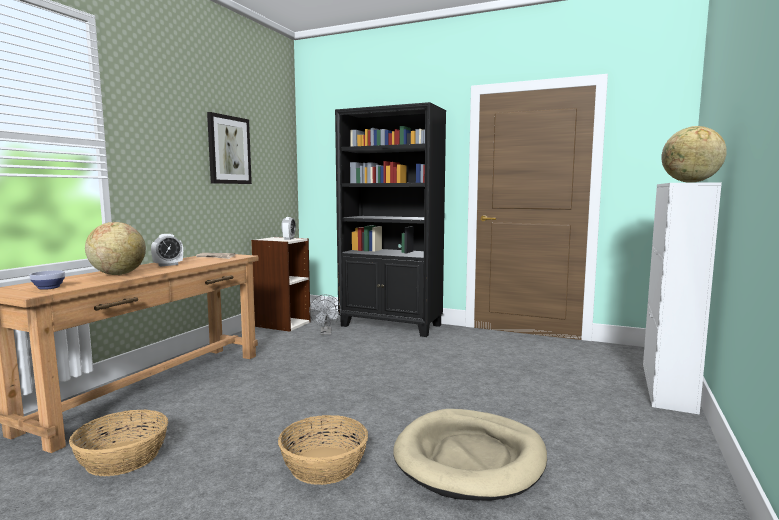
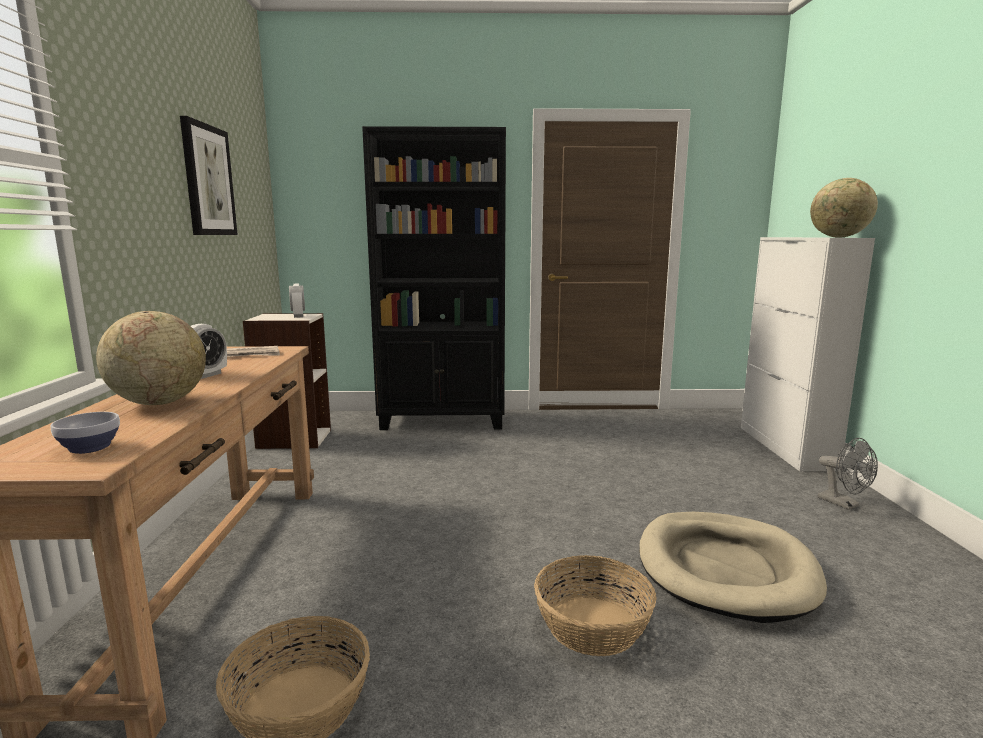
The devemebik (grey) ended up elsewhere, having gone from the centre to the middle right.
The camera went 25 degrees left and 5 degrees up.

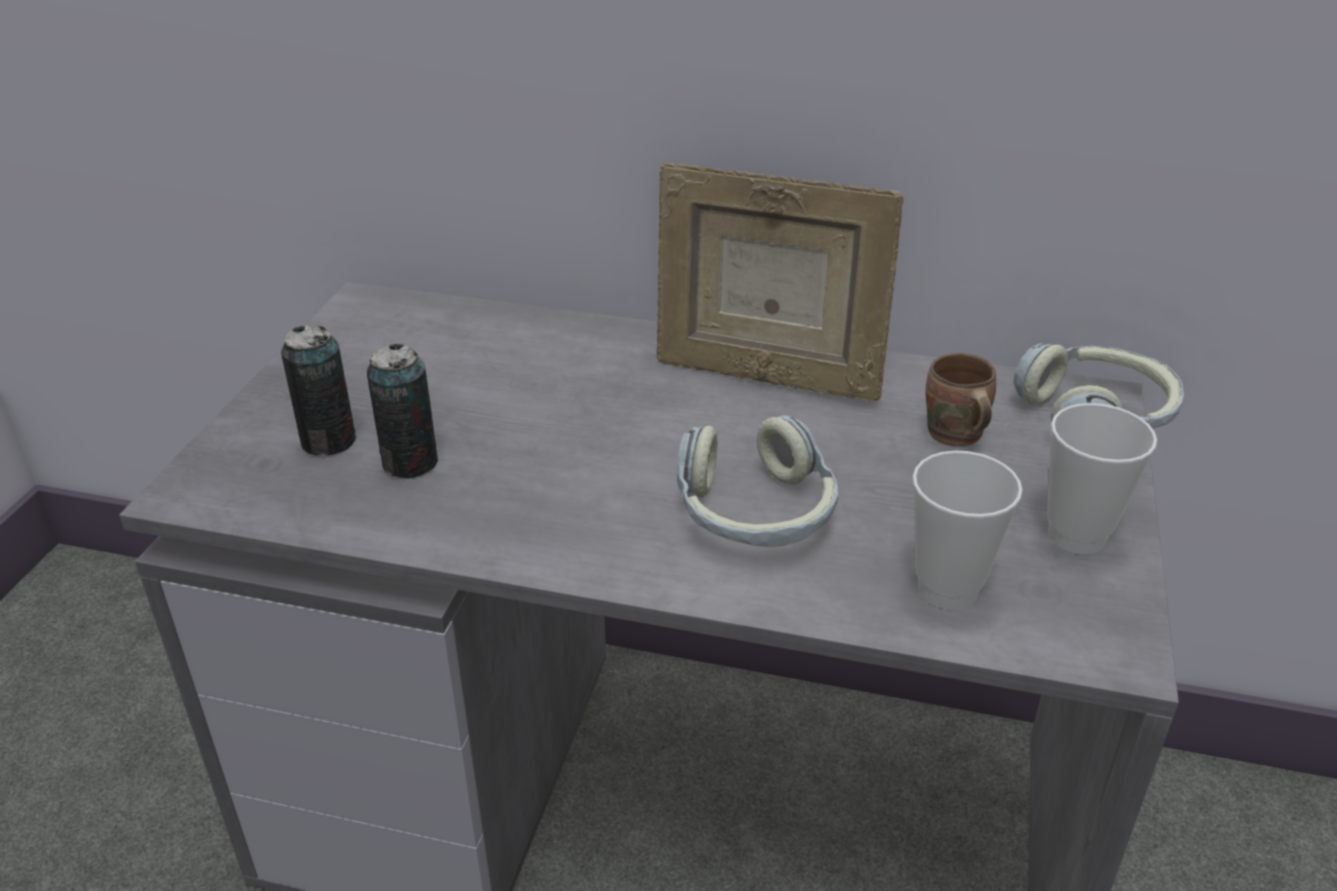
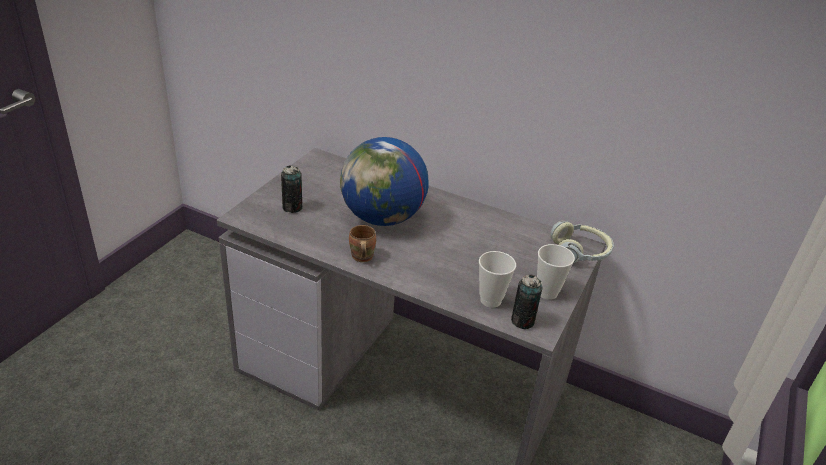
The second view lost the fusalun at the top centre.
The second view lost the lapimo (1st from left) at the centre.
The second view gained the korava at the centre.
The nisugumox (2nd from left) ended up elsewhere, having gone from the middle left to the centre.
The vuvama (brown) ended up elsewhere, having gone from the middle right to the centre.
The camera went 10 degrees right and 0 degrees up.

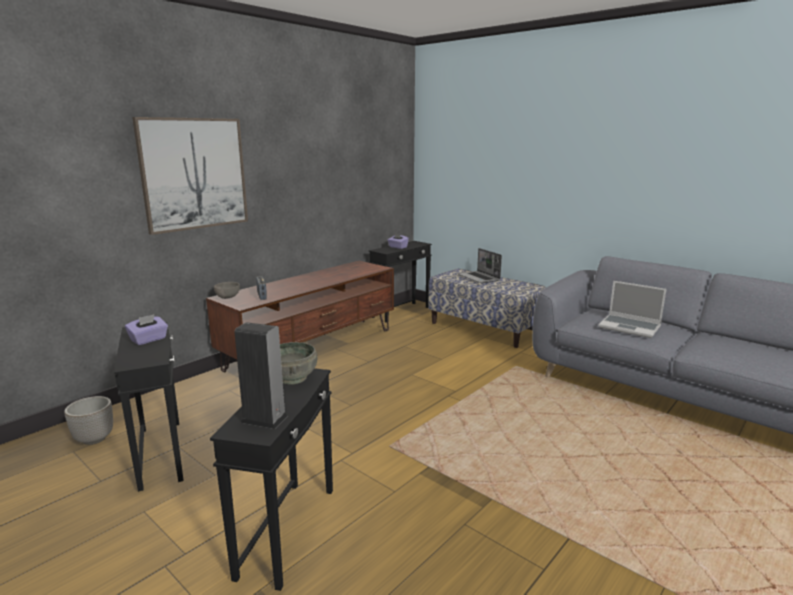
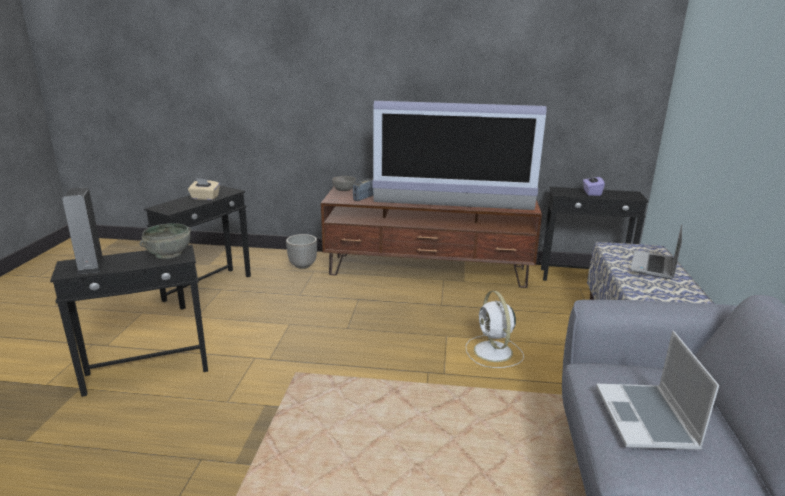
The second view lost the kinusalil at the top left.
The second view gained the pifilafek at the top centre.
The second view gained the devemebik (white) at the centre.
The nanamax ended up elsewhere, having gone from the bottom left to the centre.
What was the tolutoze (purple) (1st from left) at the middle left turned into the tolutoze (beige) at the middle left.
The camera went 55 degrees right and 5 degrees up.

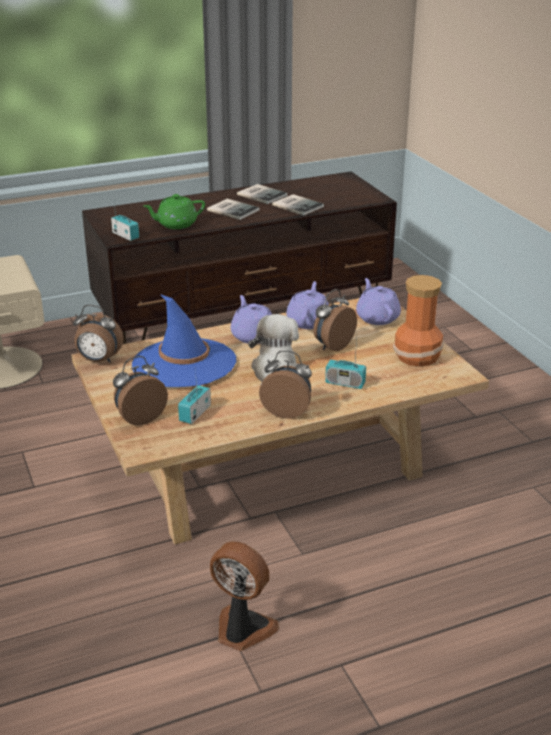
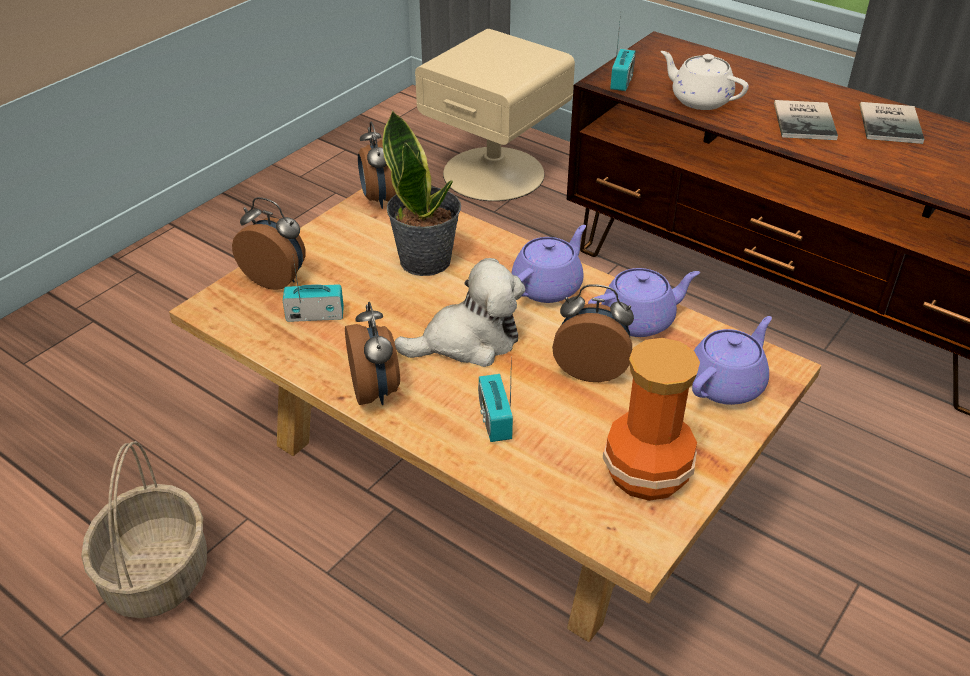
The second view lost the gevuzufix (3rd from left) at the top centre.
Where the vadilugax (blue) stood at the centre, the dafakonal came to stand at the top centre.
Where the devemebik stood at the bottom centre, the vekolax came to stand at the bottom left.
What was the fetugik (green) at the top left turned into the fetugik (white) at the top right.
The camera went 60 degrees right and 10 degrees up.

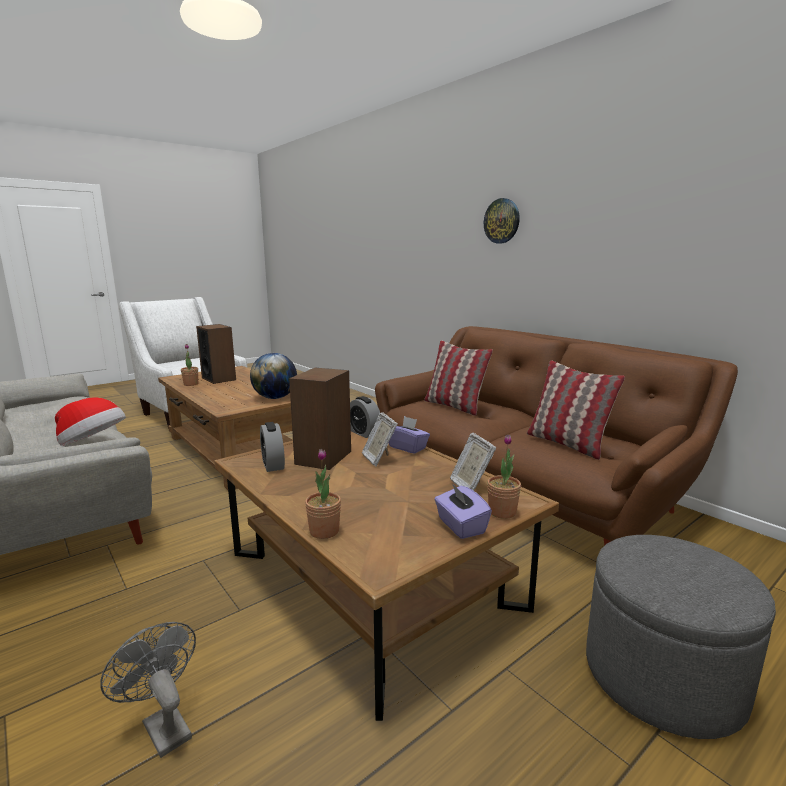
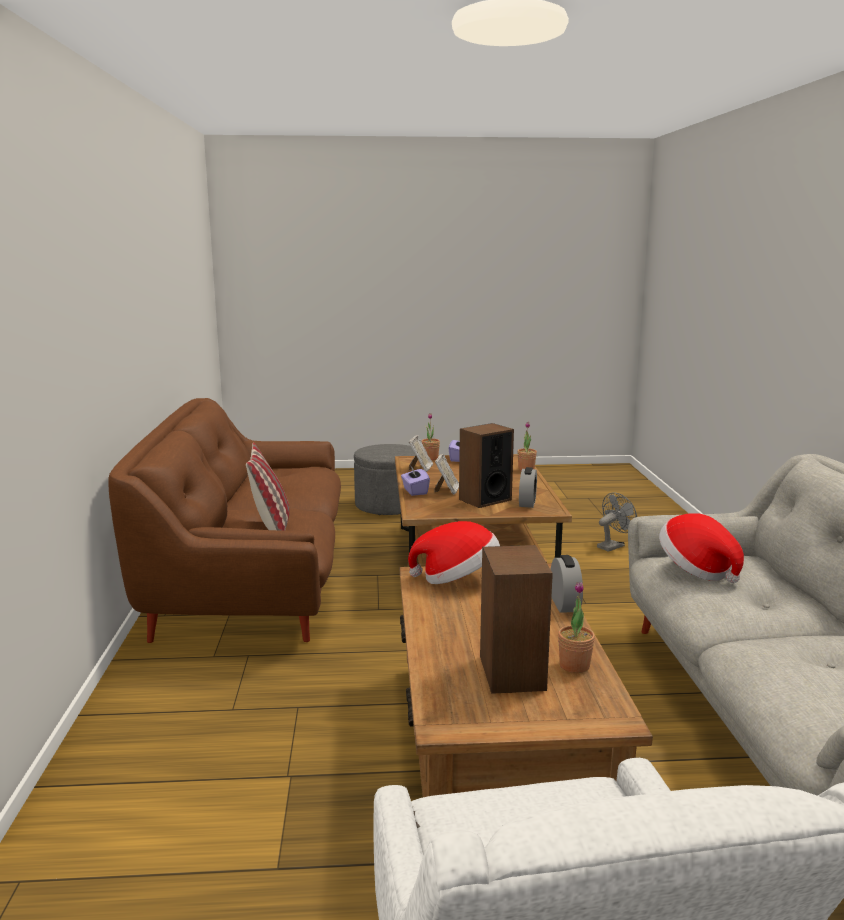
The second view lost the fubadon at the top centre.
The second view lost the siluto (2nd from left) at the middle right.
The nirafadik (2nd from left) ended up elsewhere, having gone from the centre to the middle right.
Where the korava stood at the centre, the vadilugax (1st from left) came to stand at the centre.
The devemebik (grey) at the bottom left ended up facing another way, 120 degrees counterclockwise from before.
The camera went 145 degrees left and 0 degrees up.

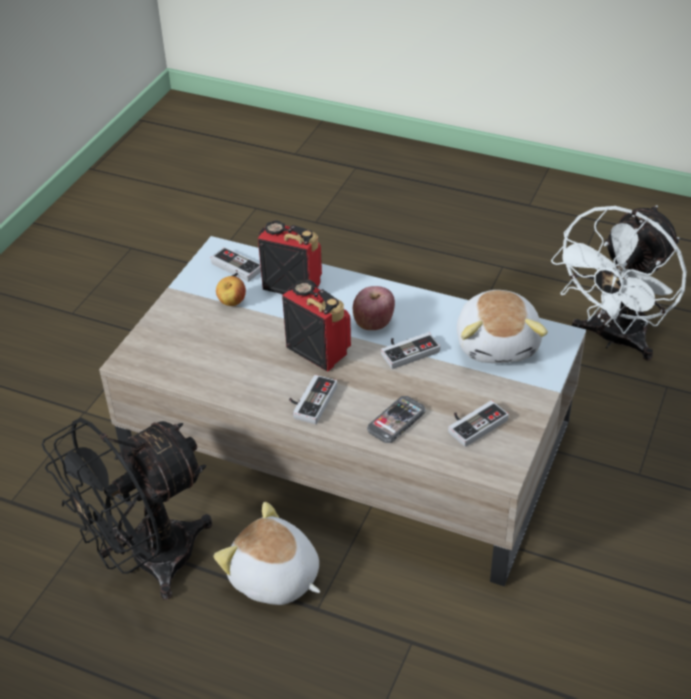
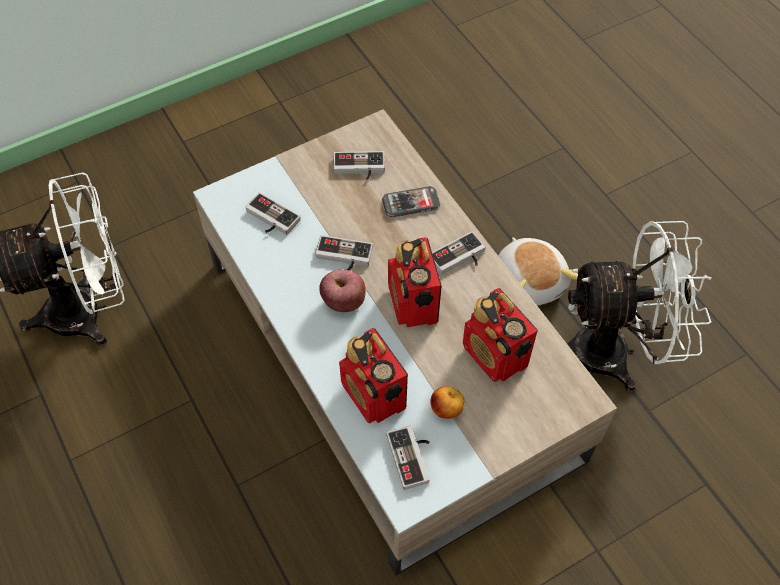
The second view gained the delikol (3rd from left) at the centre.
Where the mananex (2nd from left) stood at the middle right, the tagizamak (1st from left) came to stand at the centre.
What was the devemebik (black) at the bottom left turned into the devemebik (white) (2nd from left) at the middle right.
The camera went 145 degrees left and 15 degrees up.

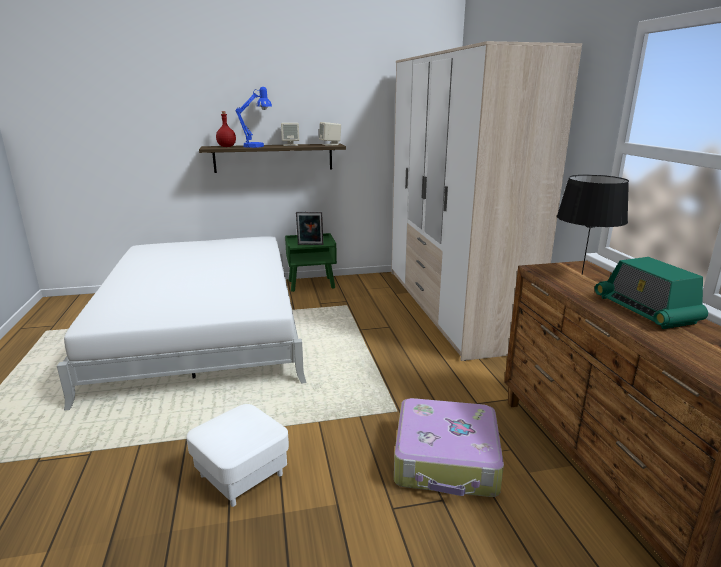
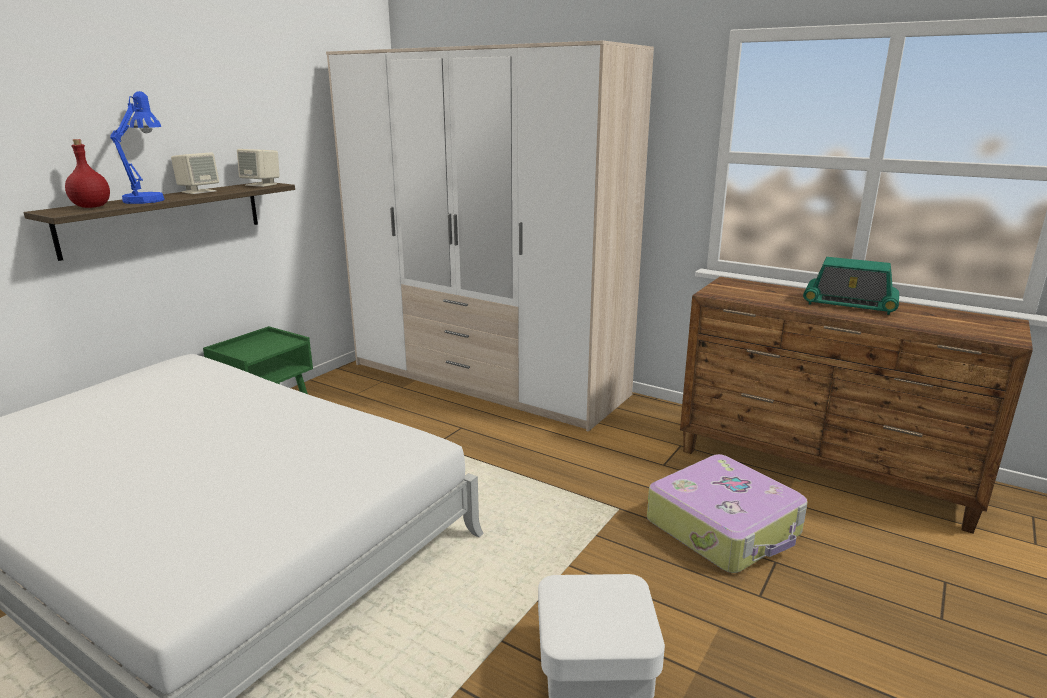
The second view lost the fusalun at the centre.
The second view lost the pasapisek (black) at the middle right.
The camera went 45 degrees left and 0 degrees up.

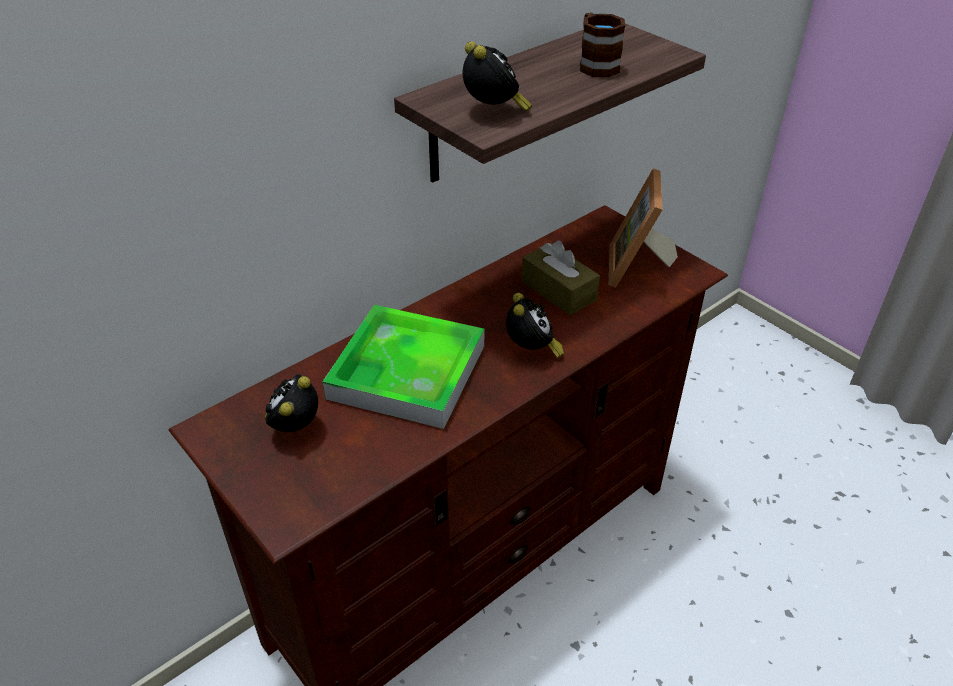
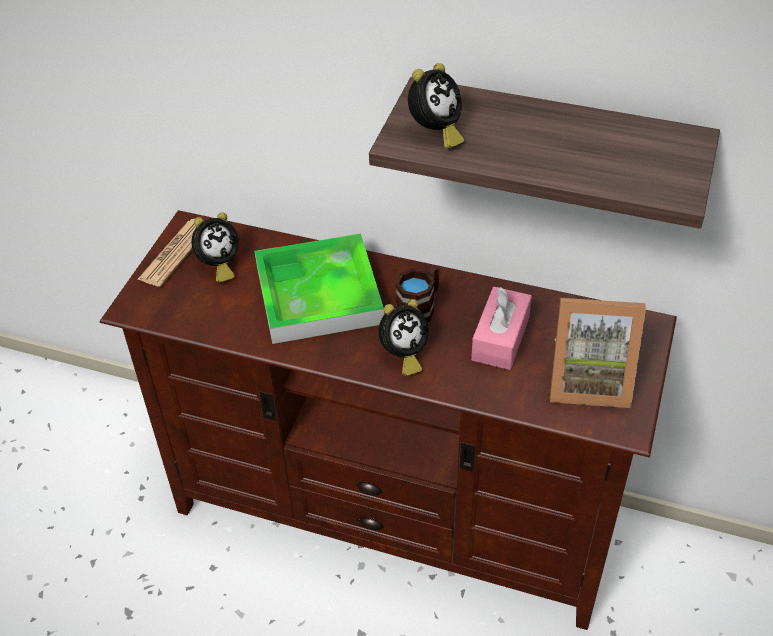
The second view gained the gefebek at the middle left.
The vuvama (brown) ended up elsewhere, having gone from the top centre to the centre.
What was the tolutoze (brown) at the centre turned into the tolutoze (pink) at the centre.
The nirafadik (1st from left) at the middle left ended up facing another way, 150 degrees clockwise from before.
The fusalun at the top right ended up facing another way, 150 degrees counterclockwise from before.
The camera went 60 degrees right and 5 degrees up.

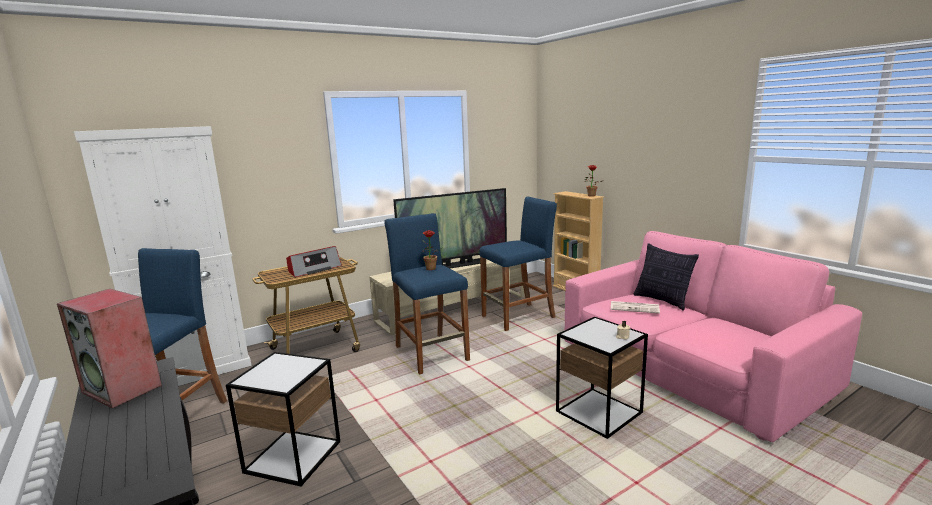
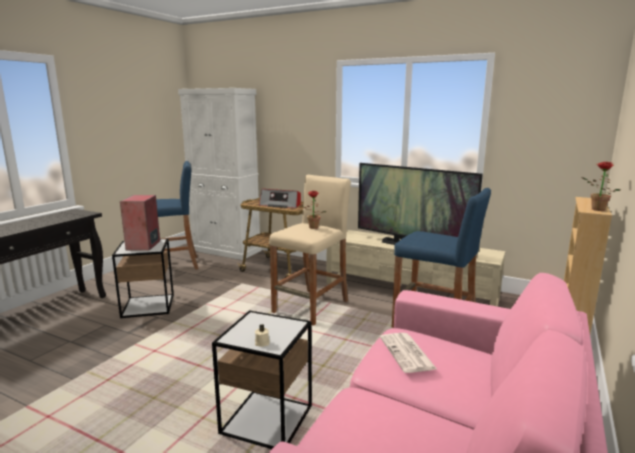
The second view lost the siluto at the middle right.
The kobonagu ended up elsewhere, having gone from the bottom left to the middle left.
What was the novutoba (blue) (2nd from left) at the centre turned into the novutoba (beige) at the centre.
The camera went 60 degrees right and 0 degrees up.

